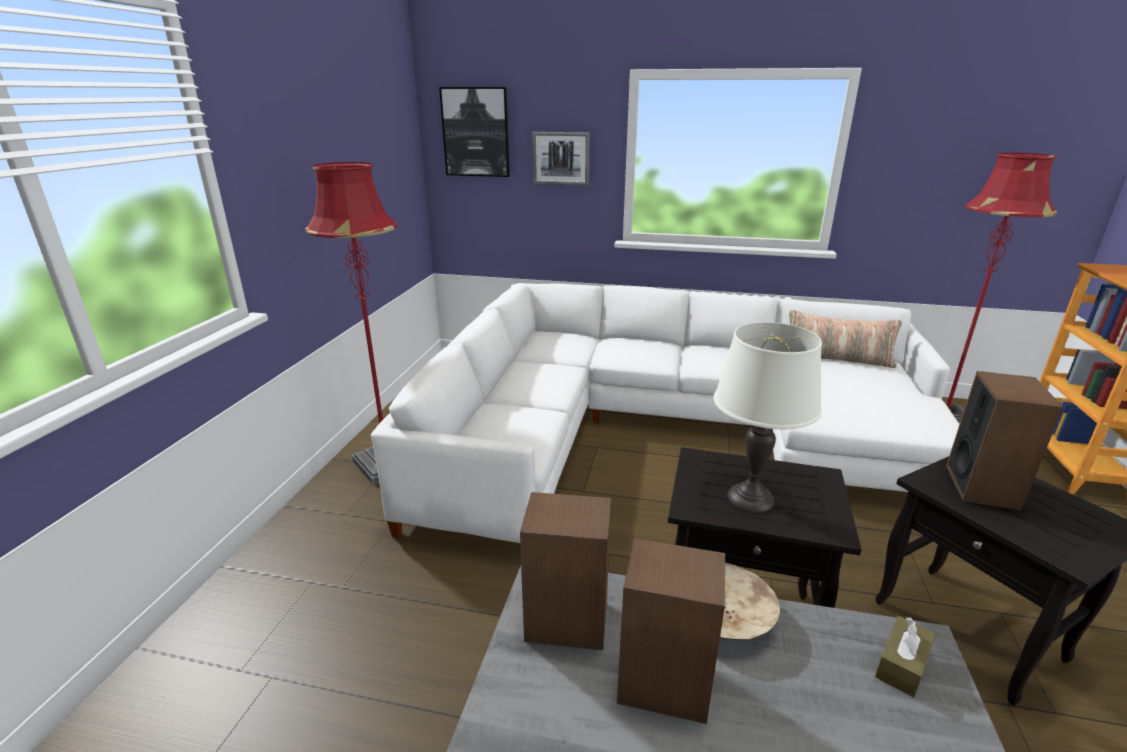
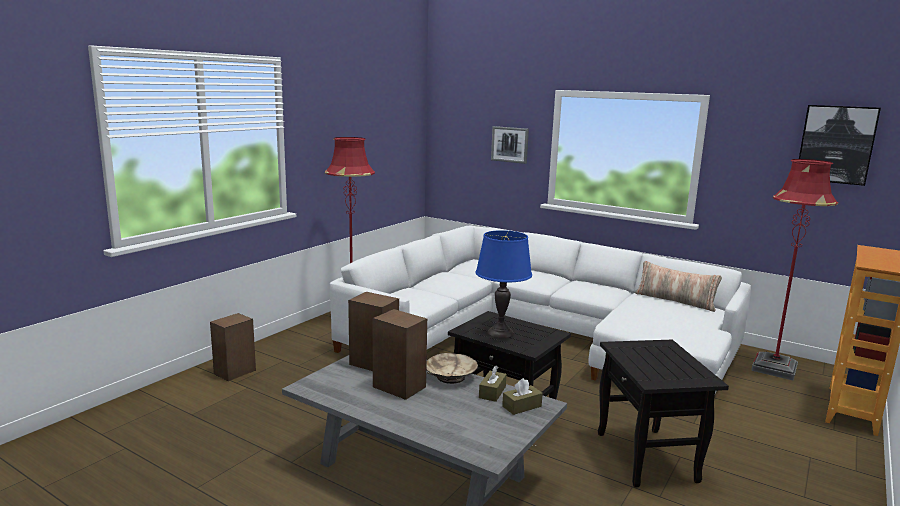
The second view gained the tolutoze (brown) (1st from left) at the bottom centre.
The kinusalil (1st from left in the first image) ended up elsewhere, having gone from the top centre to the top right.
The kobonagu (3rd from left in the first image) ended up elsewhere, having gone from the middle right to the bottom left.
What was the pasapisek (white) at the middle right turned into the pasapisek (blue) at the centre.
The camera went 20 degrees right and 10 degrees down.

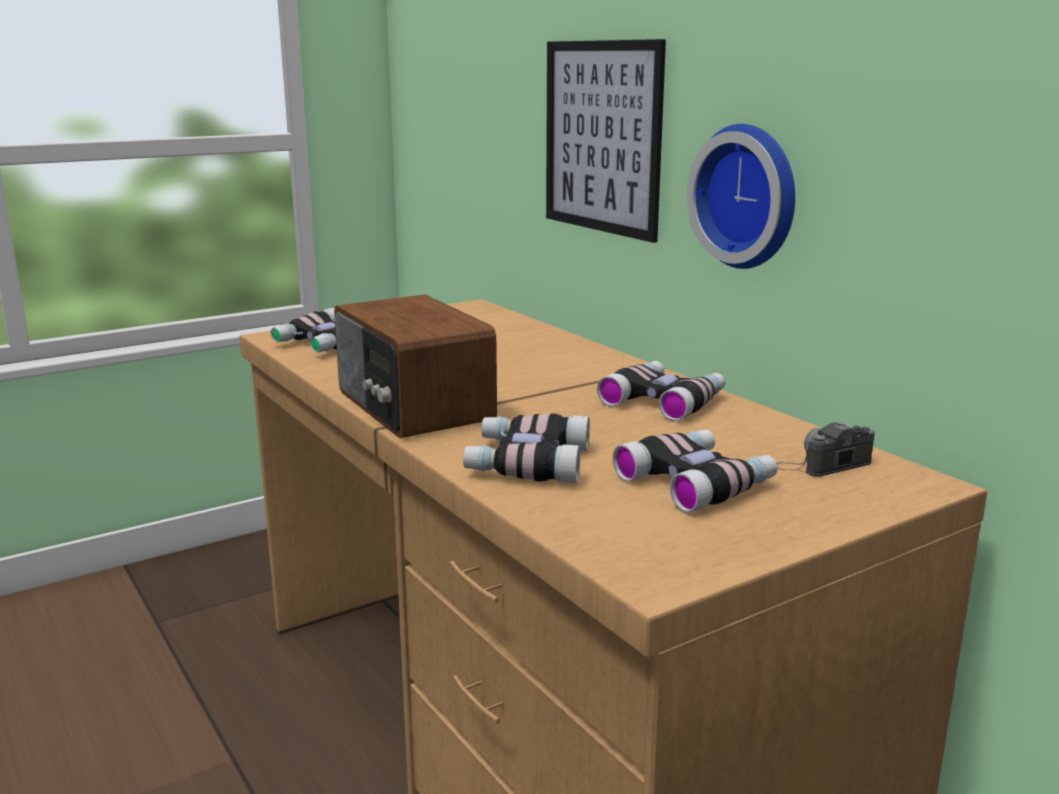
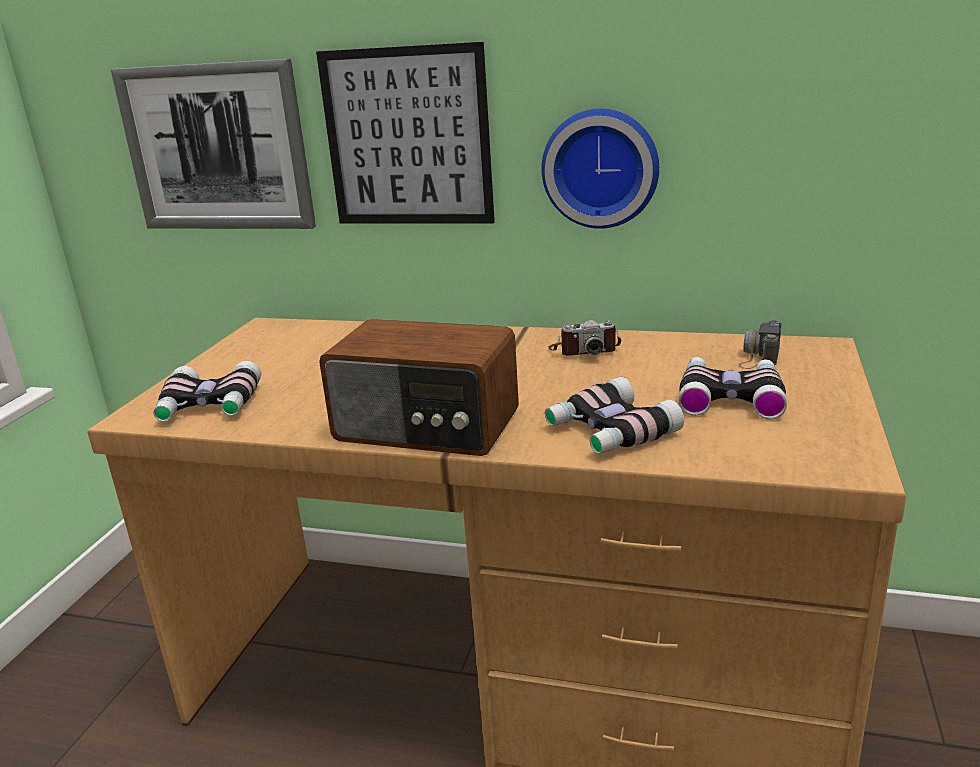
The second view gained the kinusalil (1st from left) at the top left.
Where the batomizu (3rd from left) stood at the centre, the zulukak (1st from left) came to stand at the centre.
The camera went 40 degrees left and 5 degrees up.

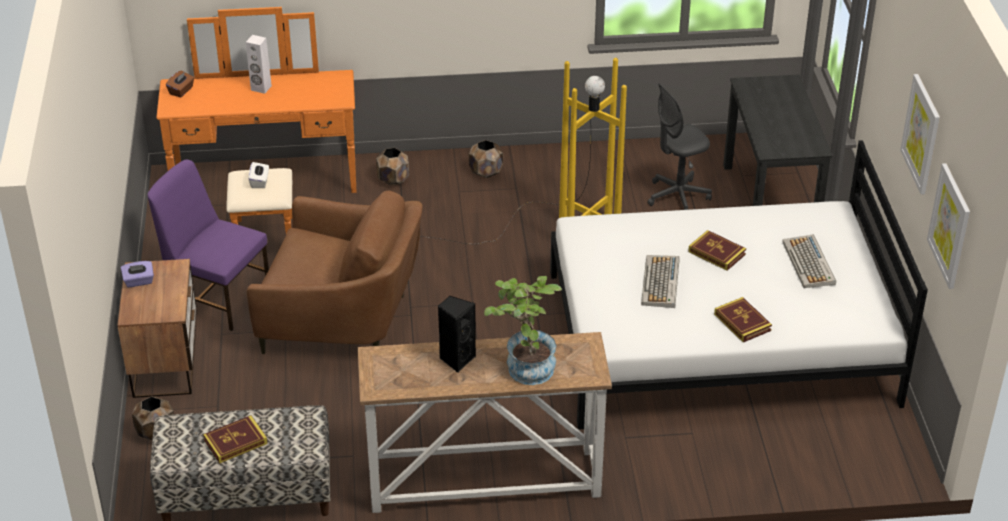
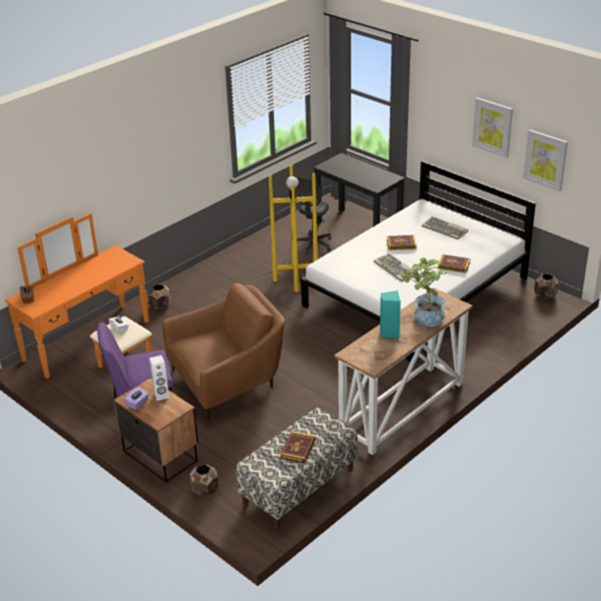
The kobonagu (white) ended up elsewhere, having gone from the top left to the middle left.
The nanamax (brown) (3rd from left) ended up elsewhere, having gone from the top centre to the middle right.
What was the kobonagu (black) at the centre turned into the kobonagu (turquoise) at the centre.
The camera went 40 degrees left and 5 degrees down.

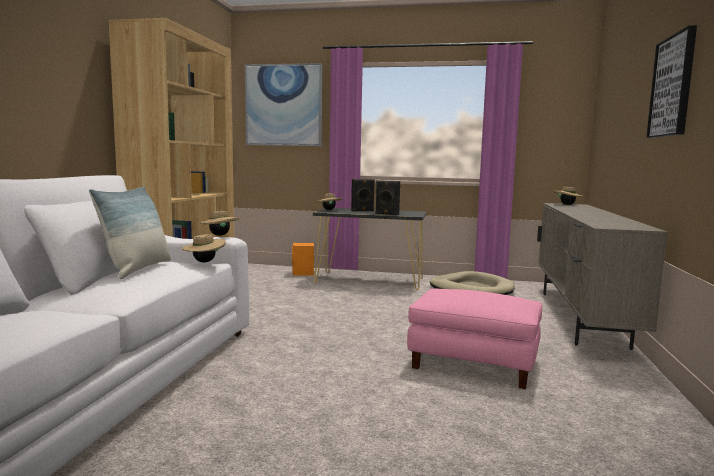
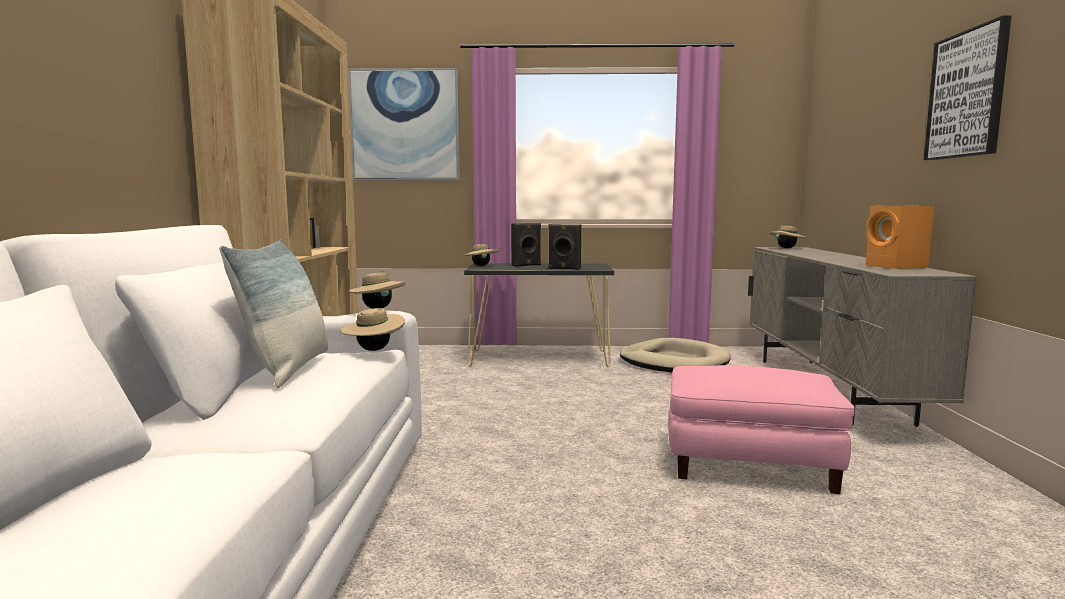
The kobonagu (orange) ended up elsewhere, having gone from the centre to the middle right.
The camera went 10 degrees left and 0 degrees up.

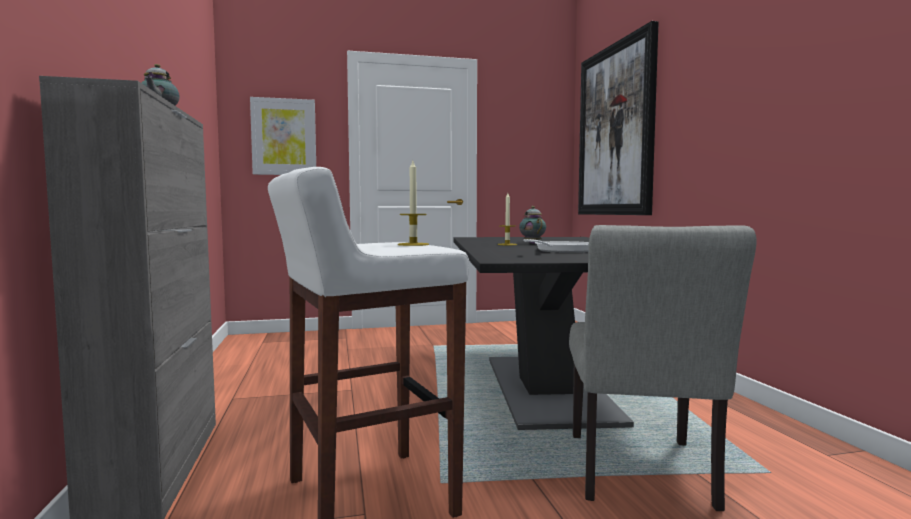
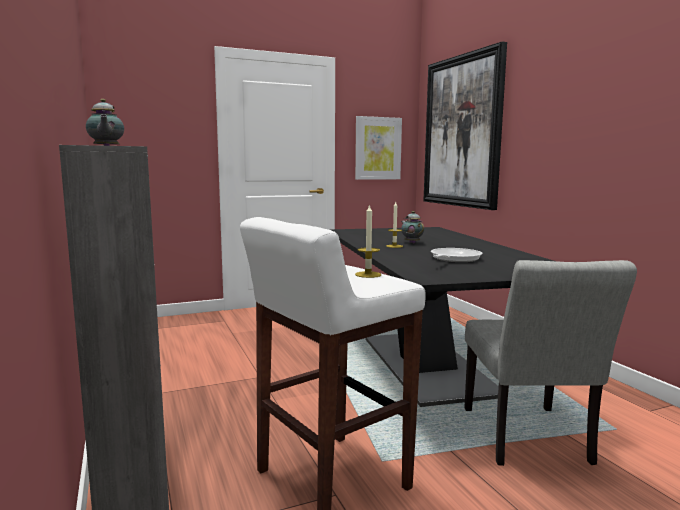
The kinusalil (1st from left) ended up elsewhere, having gone from the top left to the top centre.
The camera went 10 degrees left and 5 degrees up.

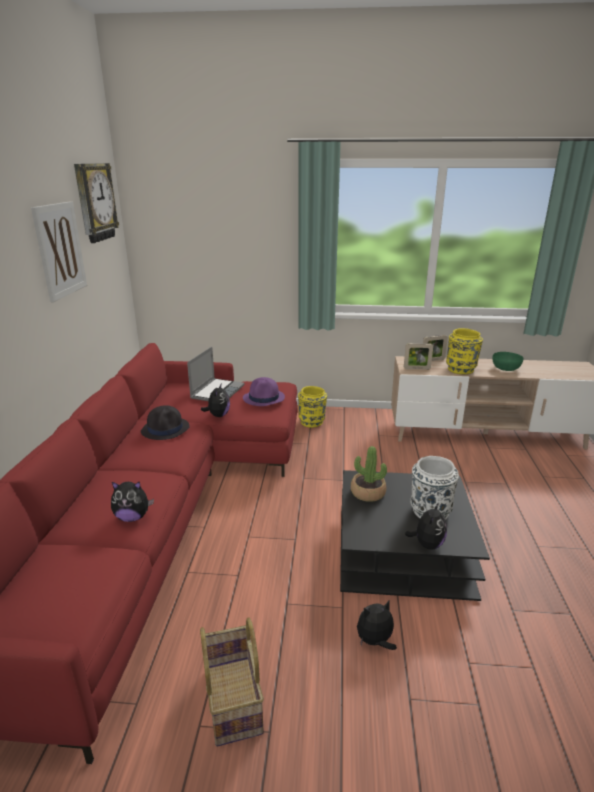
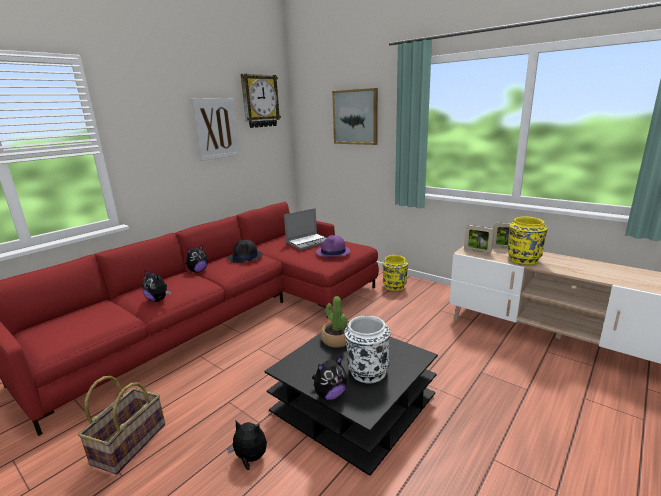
The second view lost the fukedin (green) at the middle right.
The second view gained the kinusalil (2nd from left) at the top centre.
The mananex (2nd from left) ended up elsewhere, having gone from the centre to the middle left.
The camera went 35 degrees right and 5 degrees down.

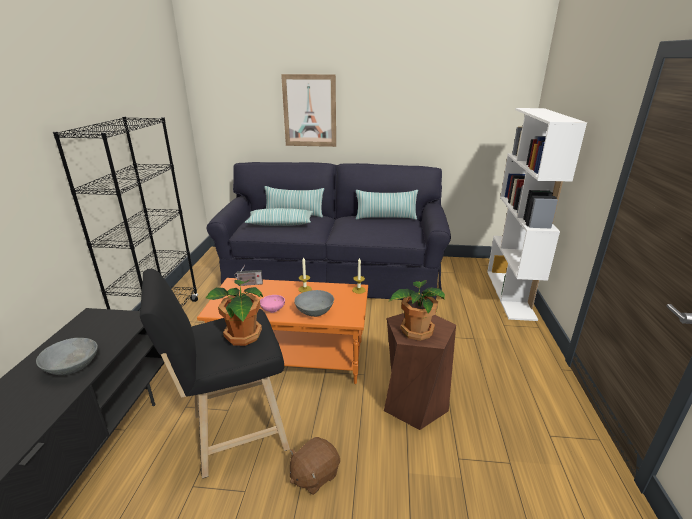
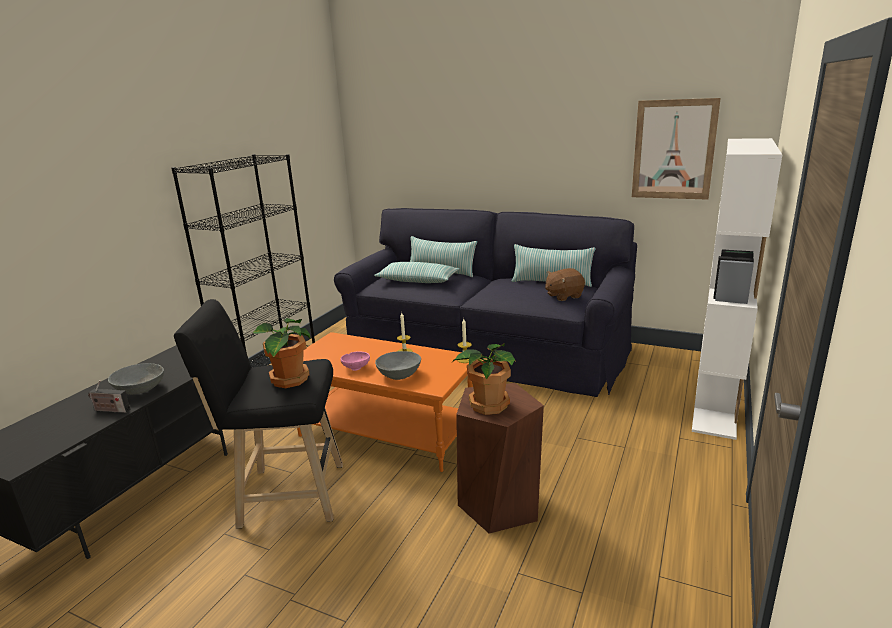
The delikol ended up elsewhere, having gone from the centre to the middle left.
The kinusalil ended up elsewhere, having gone from the top centre to the top right.
The mananex (brown) ended up elsewhere, having gone from the bottom centre to the centre.
The camera went 20 degrees right and 5 degrees down.

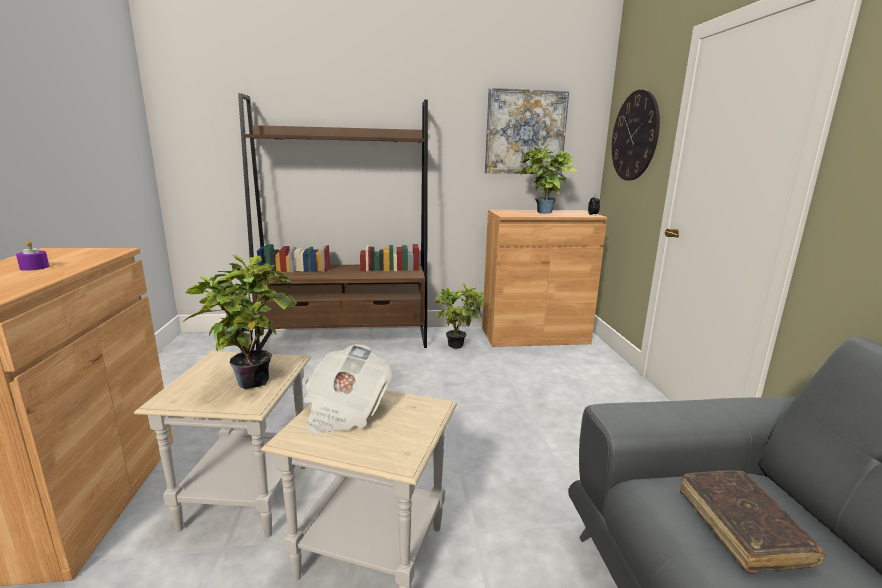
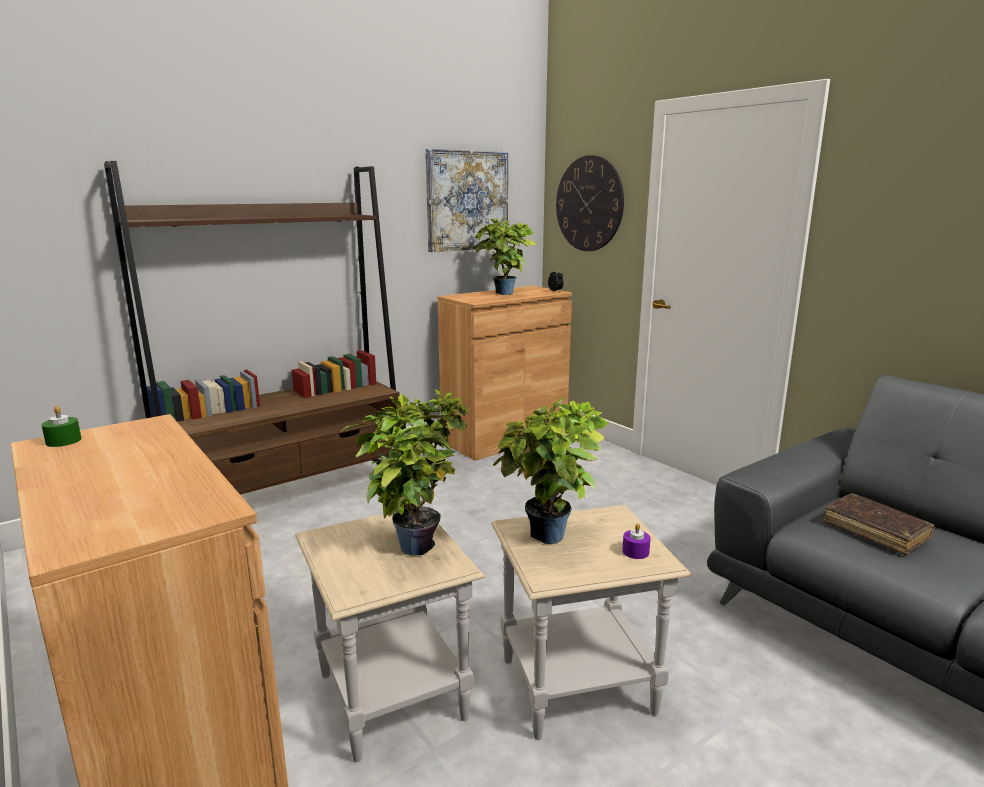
The second view gained the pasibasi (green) at the middle left.
The pasibasi (purple) ended up elsewhere, having gone from the middle left to the bottom centre.
Where the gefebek stood at the centre, the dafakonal (4th from left) came to stand at the centre.
The camera went 30 degrees left and 0 degrees up.

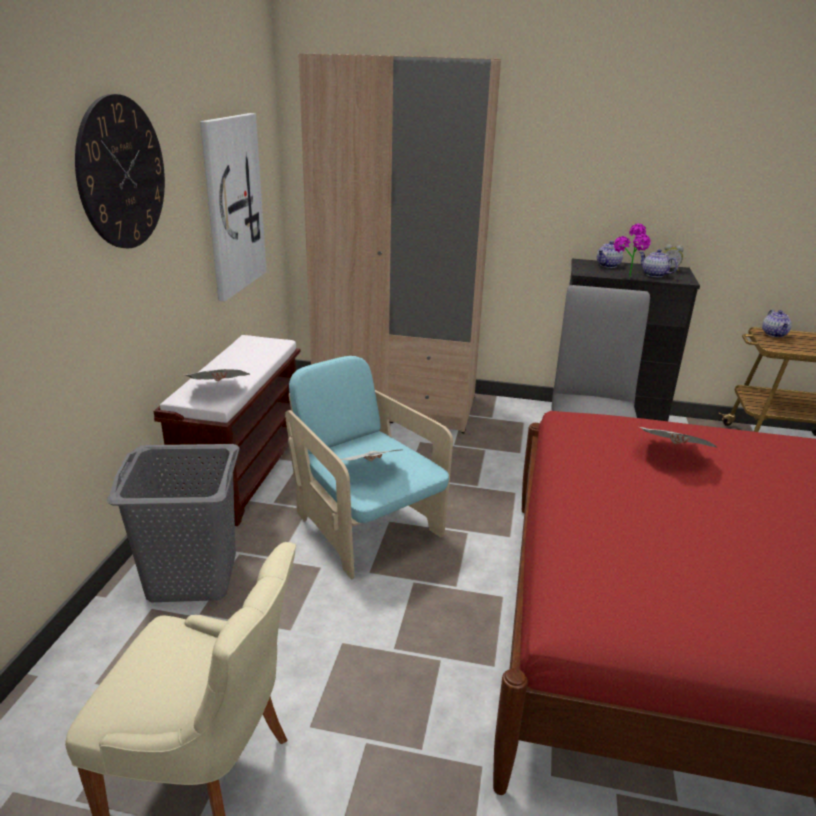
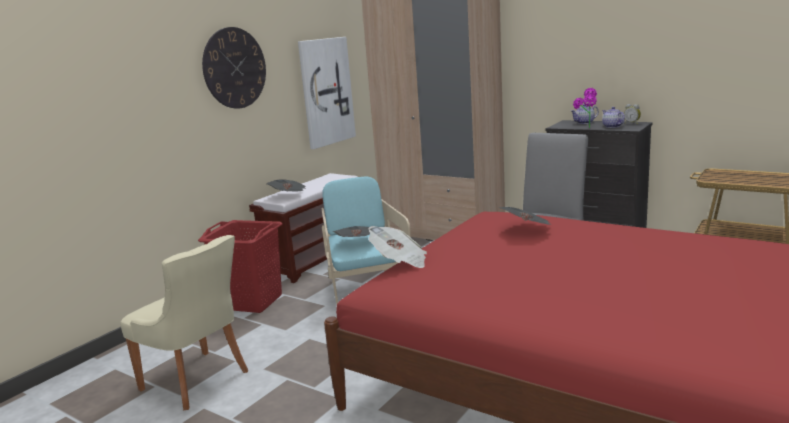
The second view lost the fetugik (3rd from left) at the middle right.
The second view gained the gefebek (3rd from left) at the centre.
What was the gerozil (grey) at the middle left turned into the gerozil (red) at the middle left.
The camera went 25 degrees right and 10 degrees down.

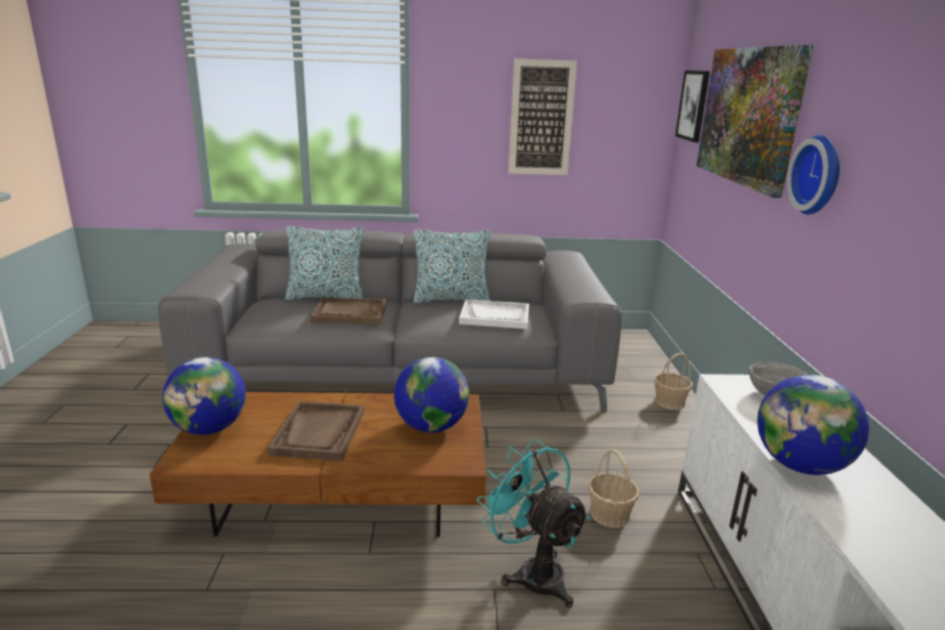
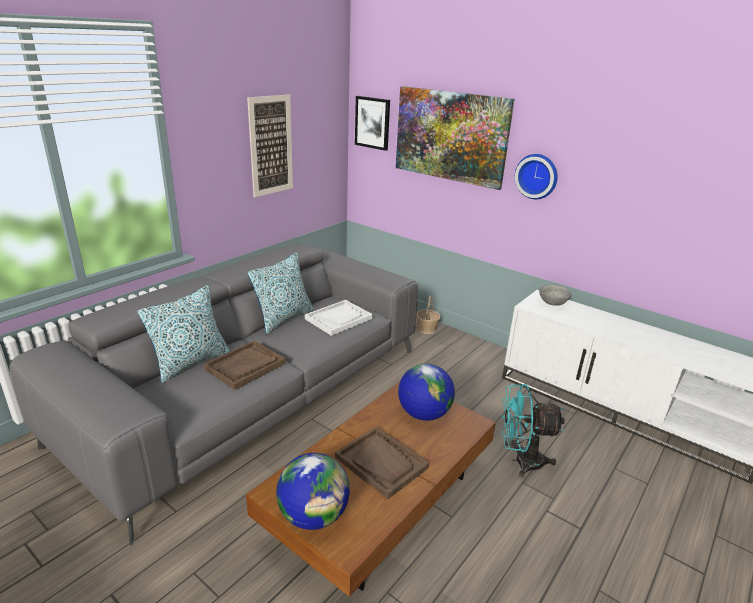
The second view lost the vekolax (1st from left) at the bottom centre.
The second view lost the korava (3rd from left) at the bottom right.
The camera went 50 degrees left and 5 degrees up.

